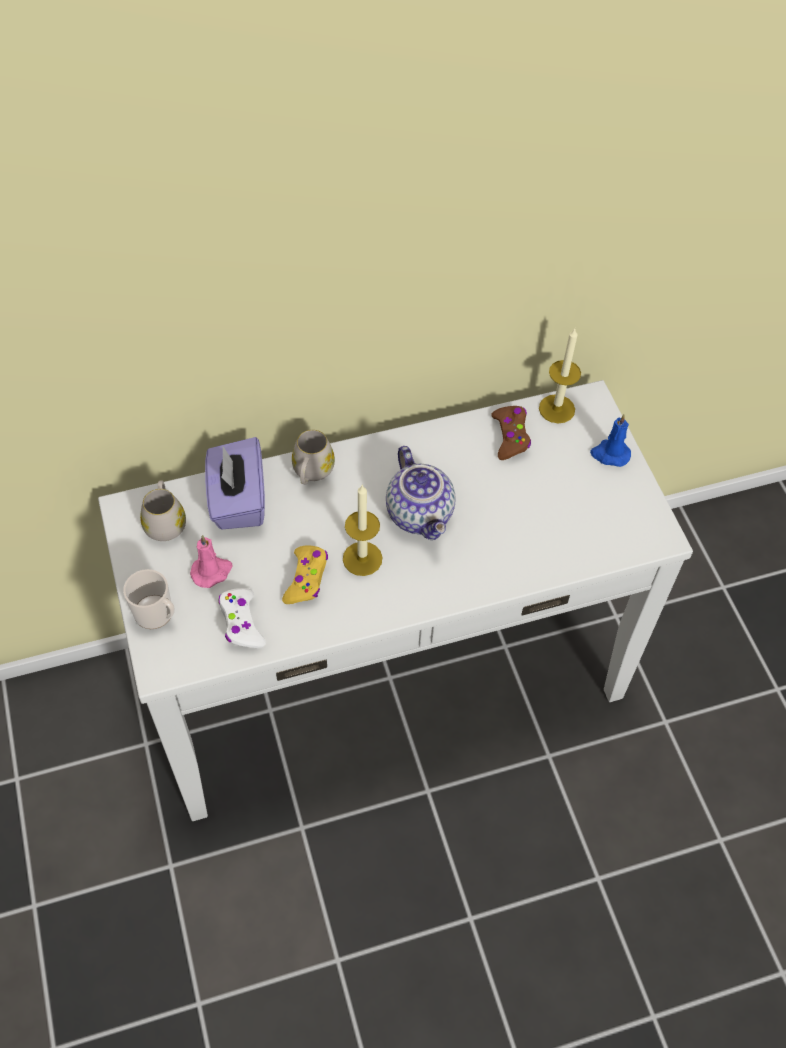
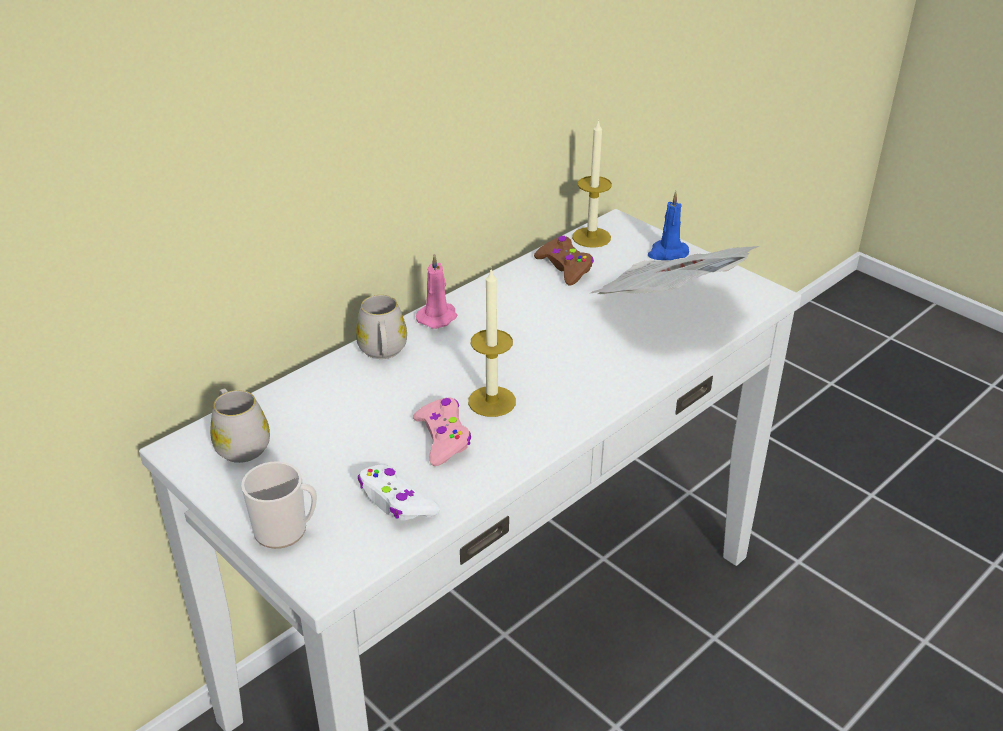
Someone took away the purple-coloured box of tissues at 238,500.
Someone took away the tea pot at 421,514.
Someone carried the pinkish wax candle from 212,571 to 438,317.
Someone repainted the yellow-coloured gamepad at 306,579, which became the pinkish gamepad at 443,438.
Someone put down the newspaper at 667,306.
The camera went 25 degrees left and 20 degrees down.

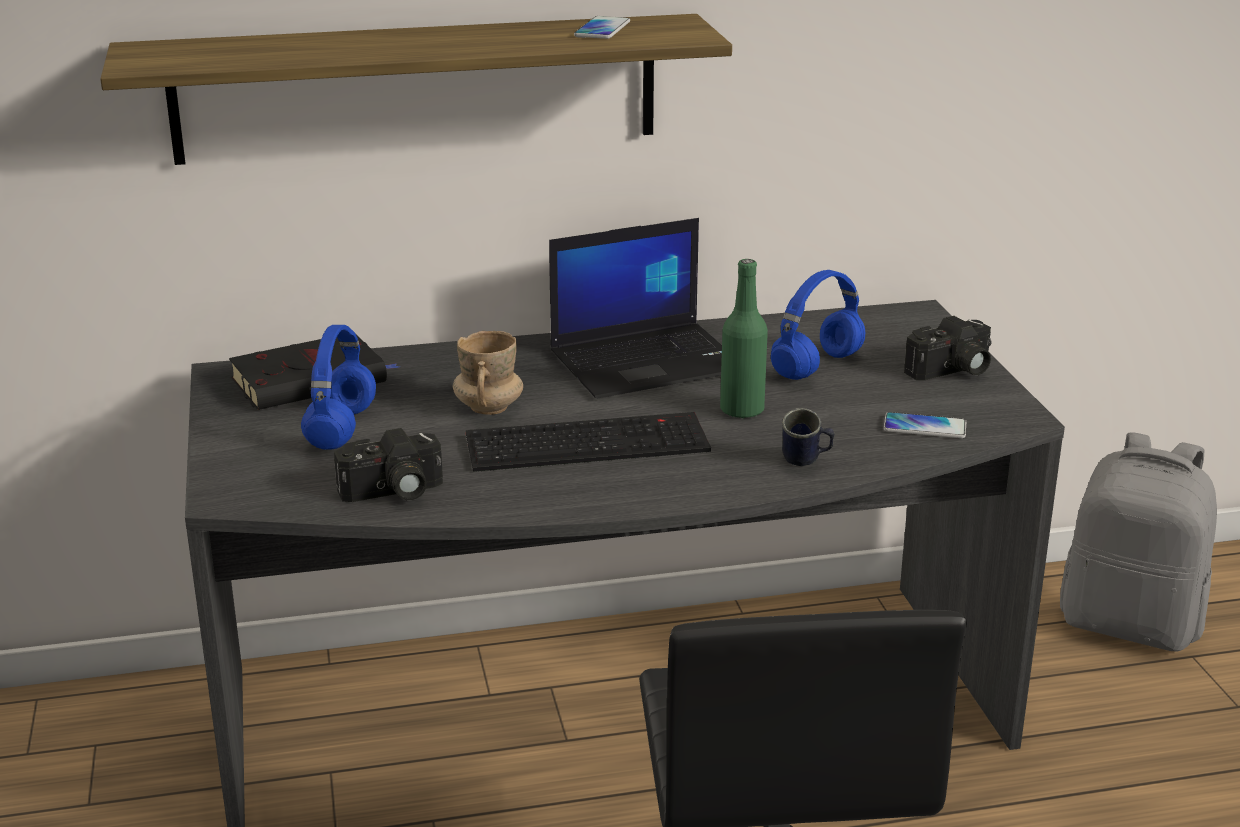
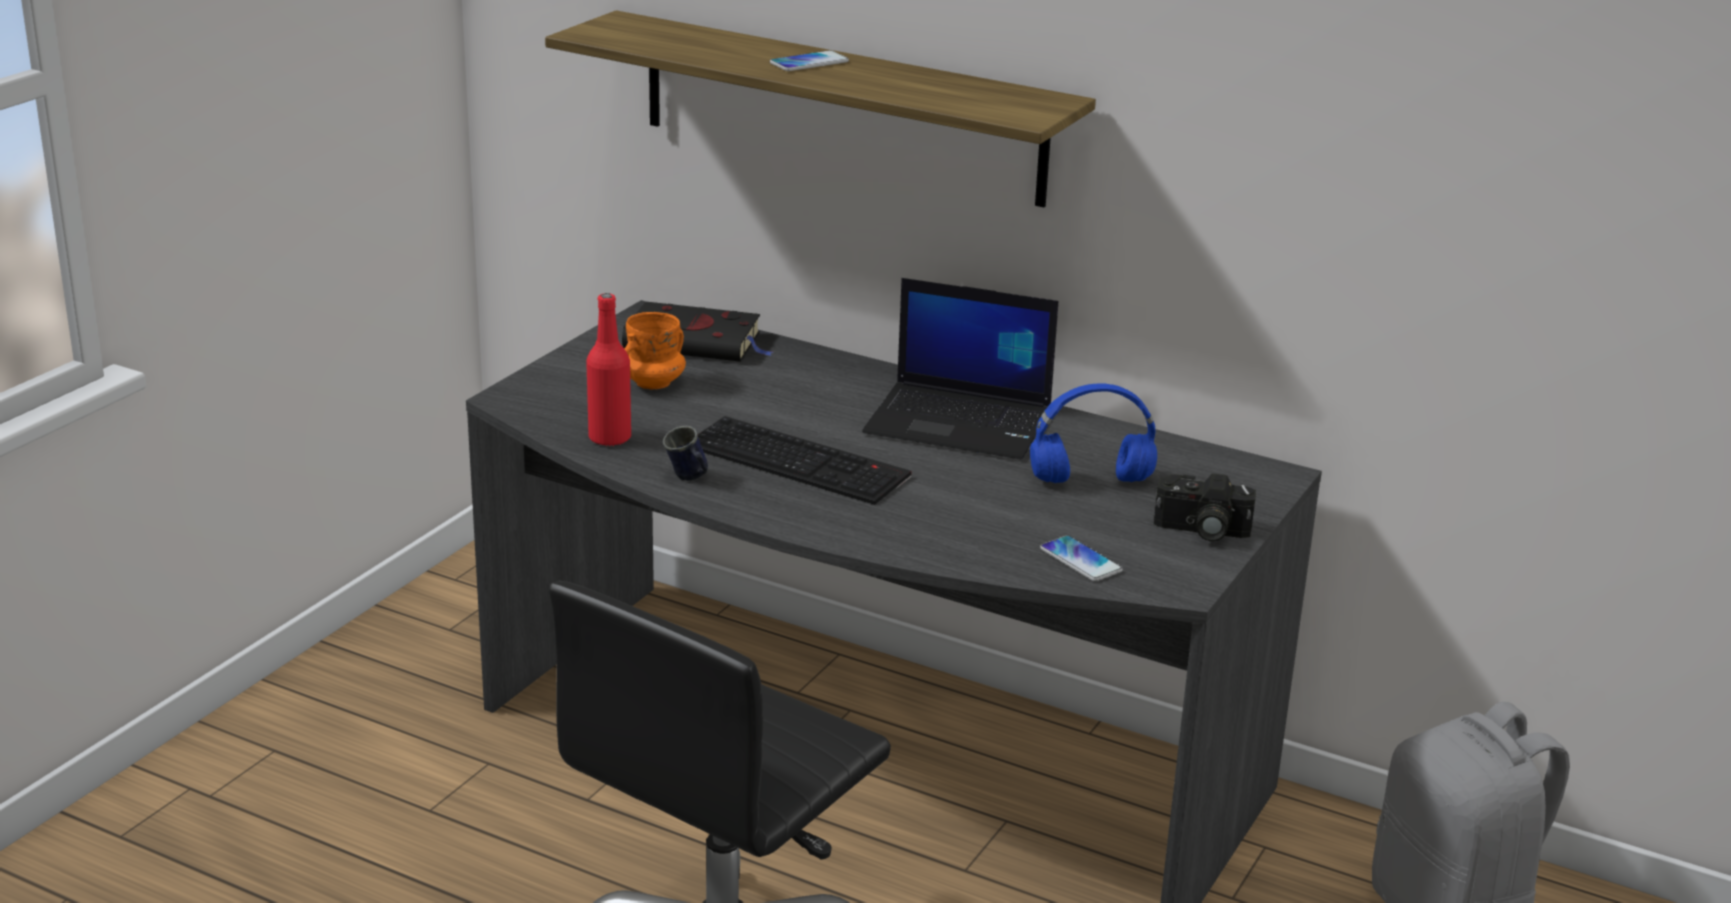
Someone carried the phone from 602,29 to 809,63.
Someone took away the greenish bottle at 742,410.
Someone swapped the bluish headphones at 342,430 for the orange coffee mug at 653,384.
Someone took away the sand-coloured coffee mug at 488,407.
Someone carried the bluish coffee mug from 806,462 to 689,479.
Someone swapped the photo camera at 392,492 for the red bottle at 610,438.
The camera went 40 degrees right and 0 degrees up.

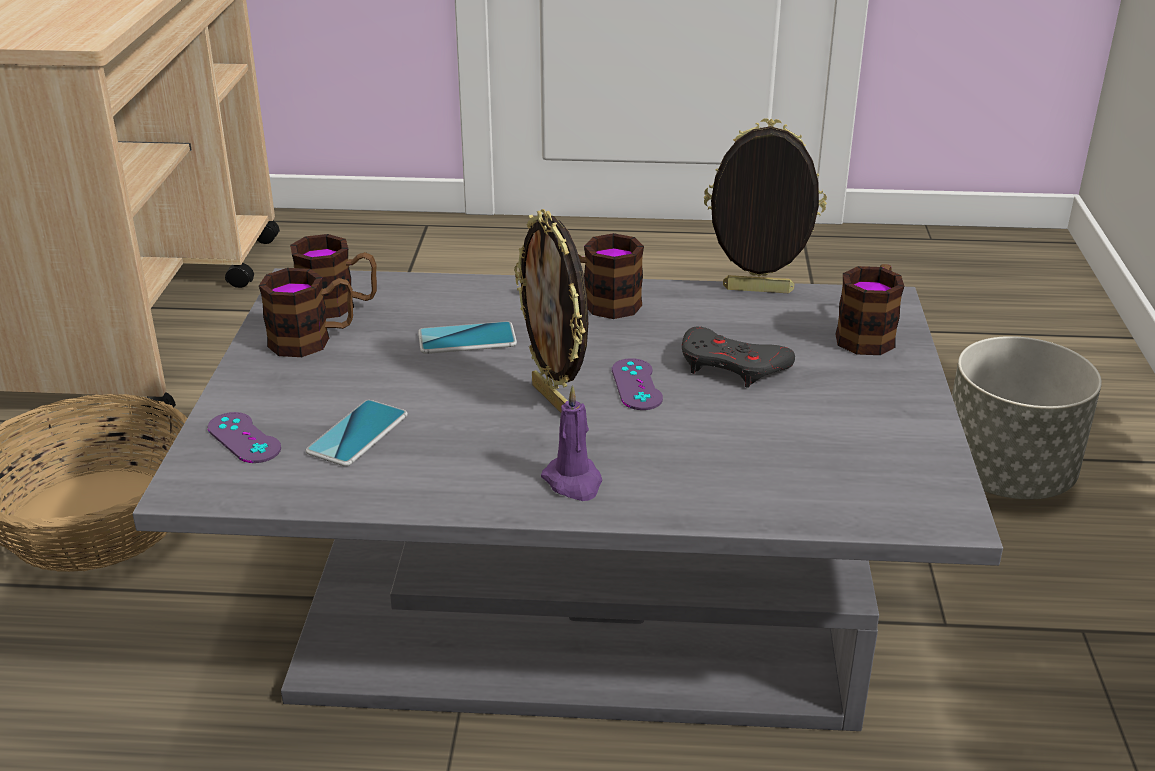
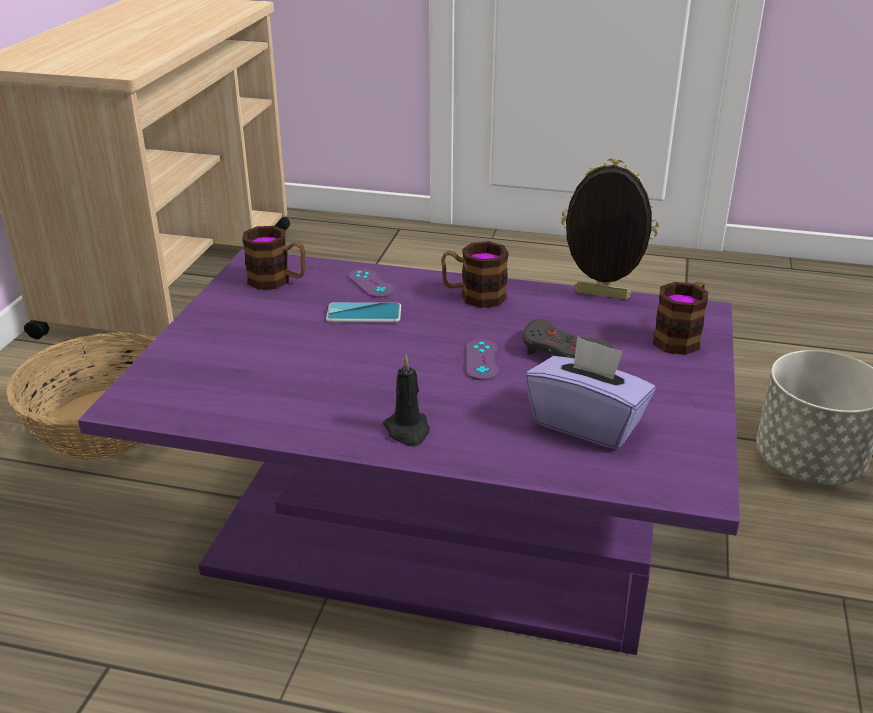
Someone took away the photo frame at 554,399.
Someone repainted the greyish lounge table at 577,610, which became the purple-coloured lounge table at 436,530.
Someone took away the coffee mug at 312,340.
Someone repainted the purple-coloured wax candle at 574,482, which became the black wax candle at 408,431.
Someone took away the phone at 357,434.
Someone carried the purple-coloured gamepad from 244,438 to 371,283.
Someone put down the purple-coloured box of tissues at 587,423.
The camera went 10 degrees right and 0 degrees up.

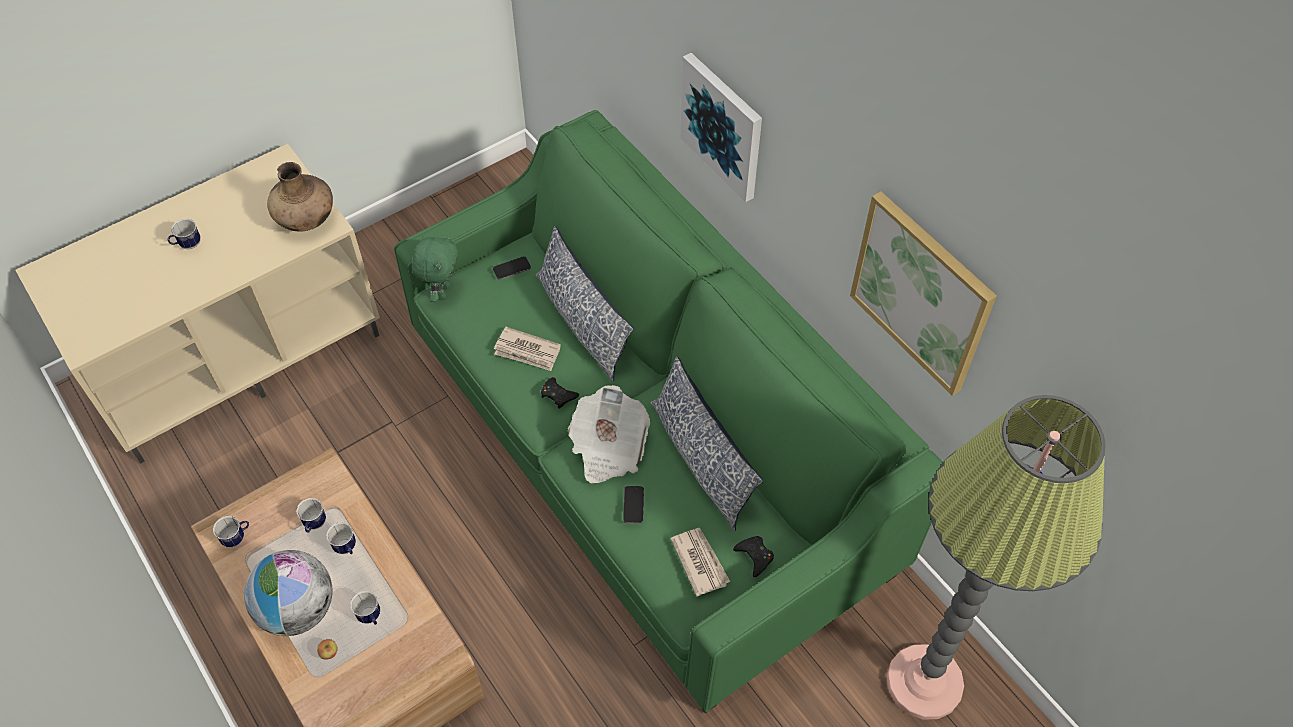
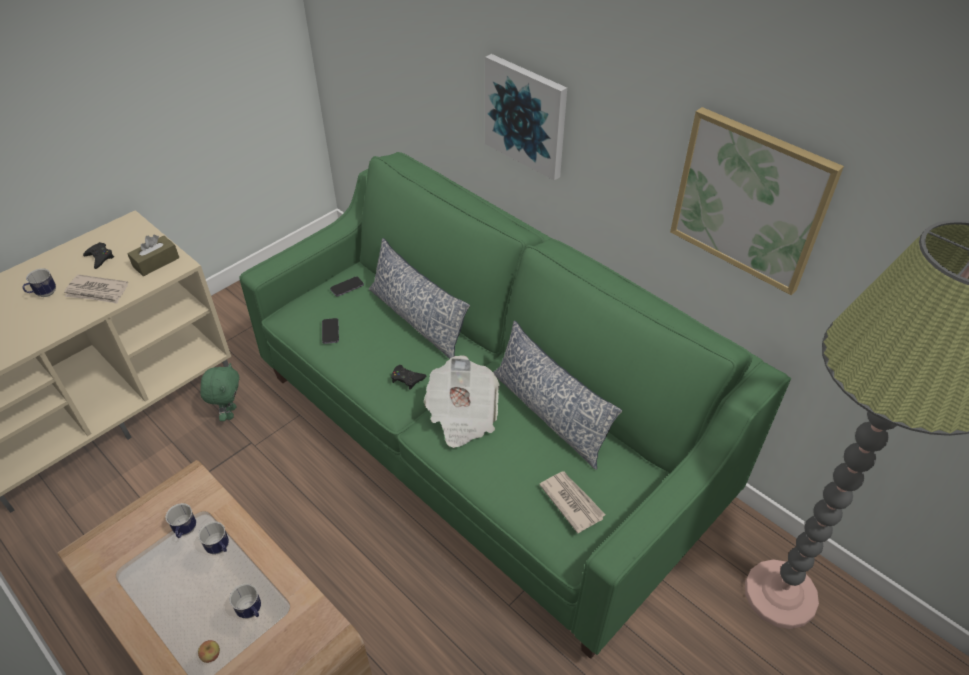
Someone swapped the brown-coloured vase at 306,219 for the brown-coloured box of tissues at 156,262.
Someone carried the greenish soft toy from 441,291 to 230,412.
Someone carried the newspaper from 527,351 to 97,291.
Someone carried the phone from 633,505 to 330,332.
Someone took away the coffee mug at 237,538.
Someone carried the black gamepad from 754,556 to 100,258.
Someone took away the world globe at 298,609.
The camera went 10 degrees left and 10 degrees down.

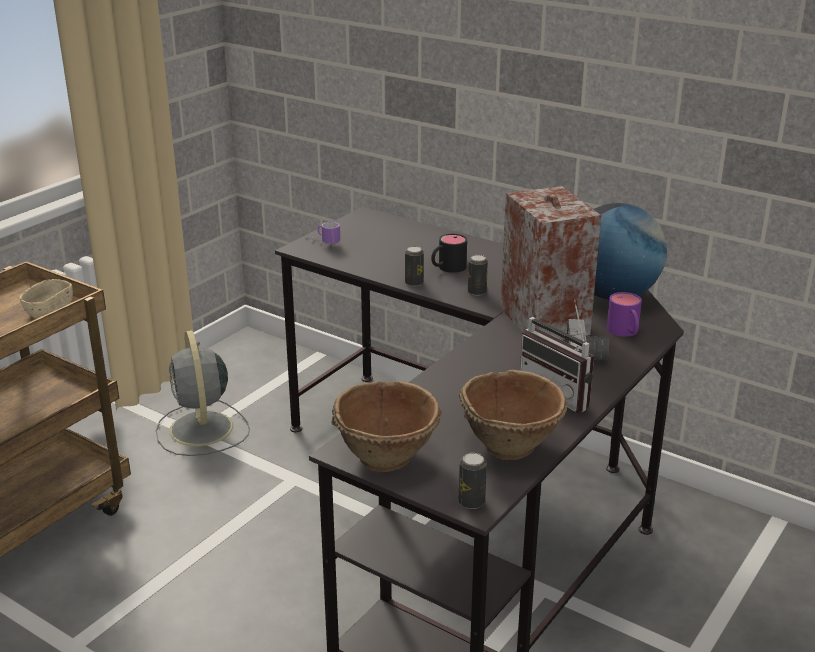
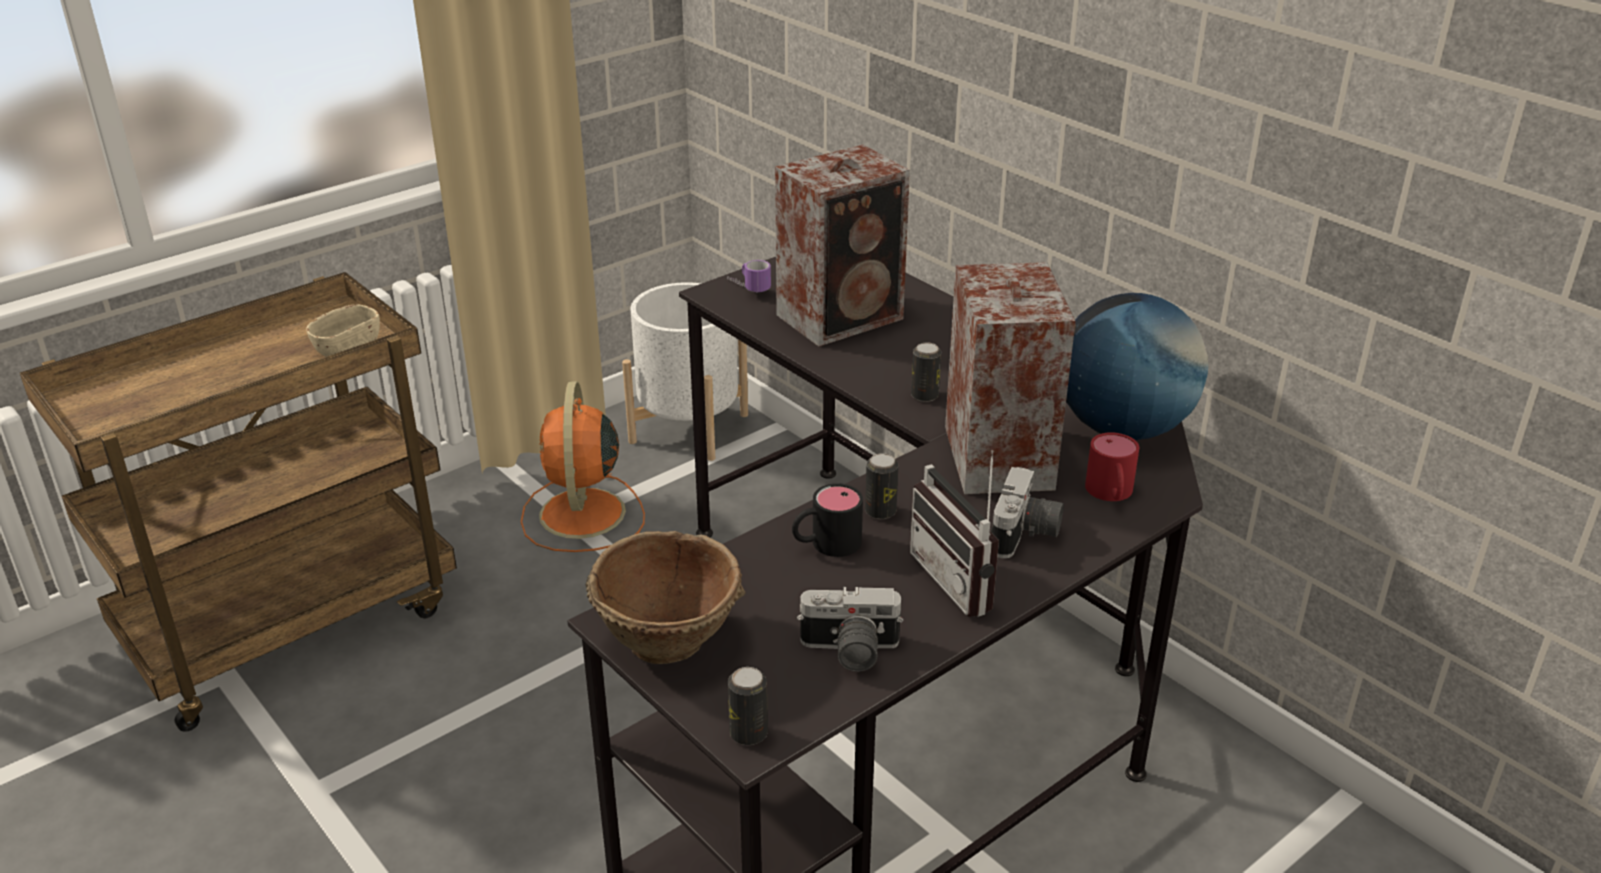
Someone carried the black coffee mug from 447,268 to 826,544.
Someone carried the can from 414,283 to 880,511.
Someone repainted the purple-coloured coffee mug at 625,332, which became the red coffee mug at 1110,494.
Someone repainted the greyish fan at 202,430, which became the orange fan at 582,516.
Someone swapped the brown-coloured serving bowl at 510,445 for the photo camera at 849,652.
Someone put down the loudspeaker at 843,316.
Someone put down the white planter at 689,428.
The camera went 15 degrees right and 5 degrees up.

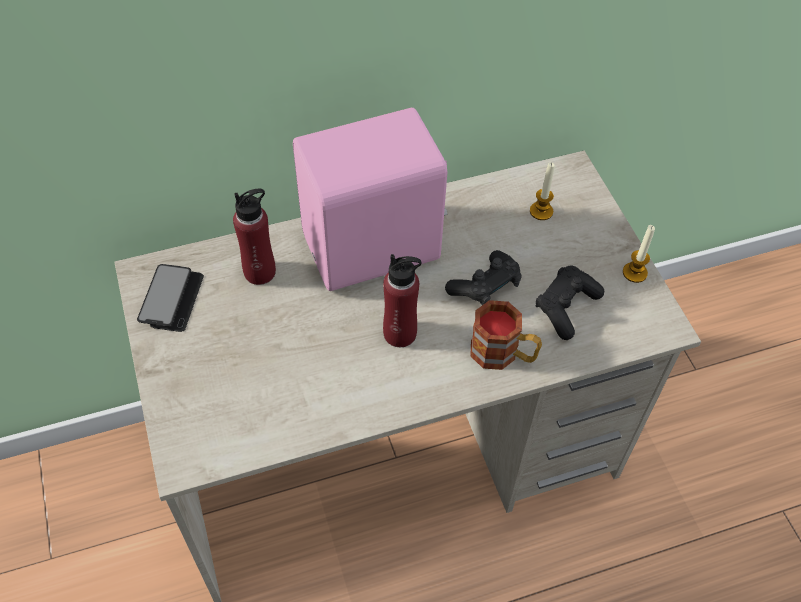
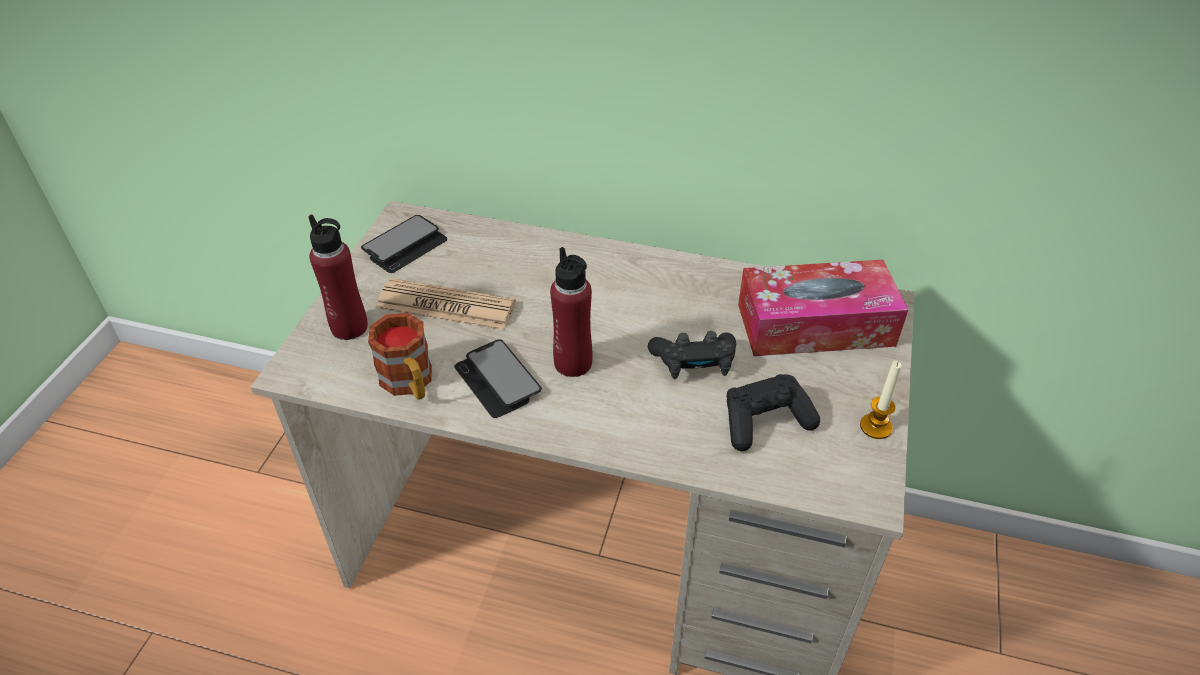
Someone took away the pinkish loudspeaker at 374,250.
Someone swapped the wax candle at 541,211 for the box of tissues at 815,325.
Someone carried the red bottle from 260,272 to 349,327.
Someone carried the coffee mug from 503,354 to 410,383.
Someone put down the newspaper at 446,306.
Someone put down the phone at 497,380.
The camera went 35 degrees right and 10 degrees down.

